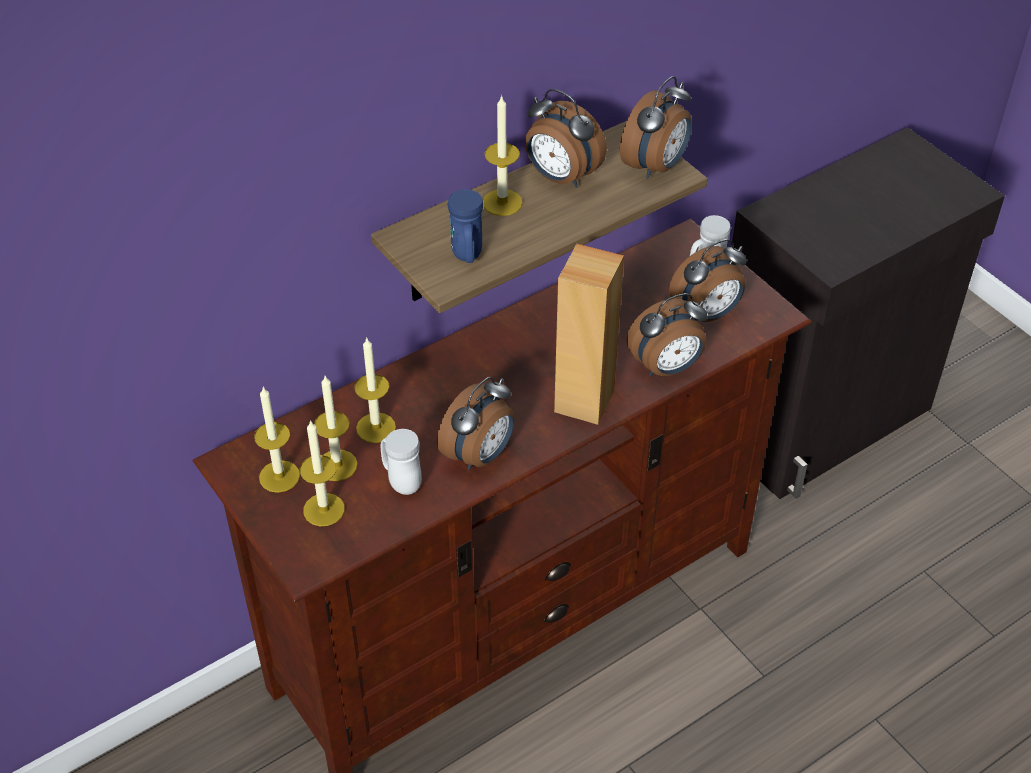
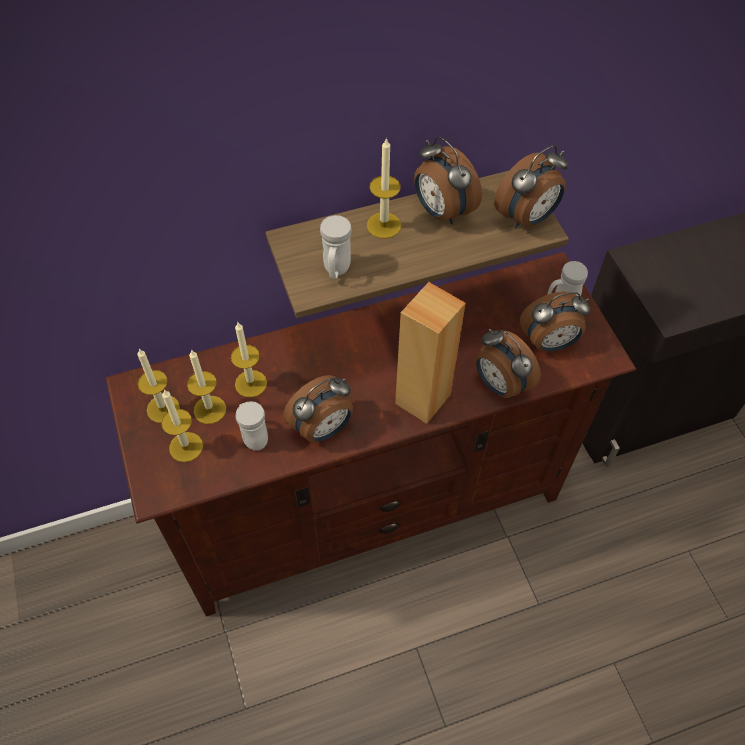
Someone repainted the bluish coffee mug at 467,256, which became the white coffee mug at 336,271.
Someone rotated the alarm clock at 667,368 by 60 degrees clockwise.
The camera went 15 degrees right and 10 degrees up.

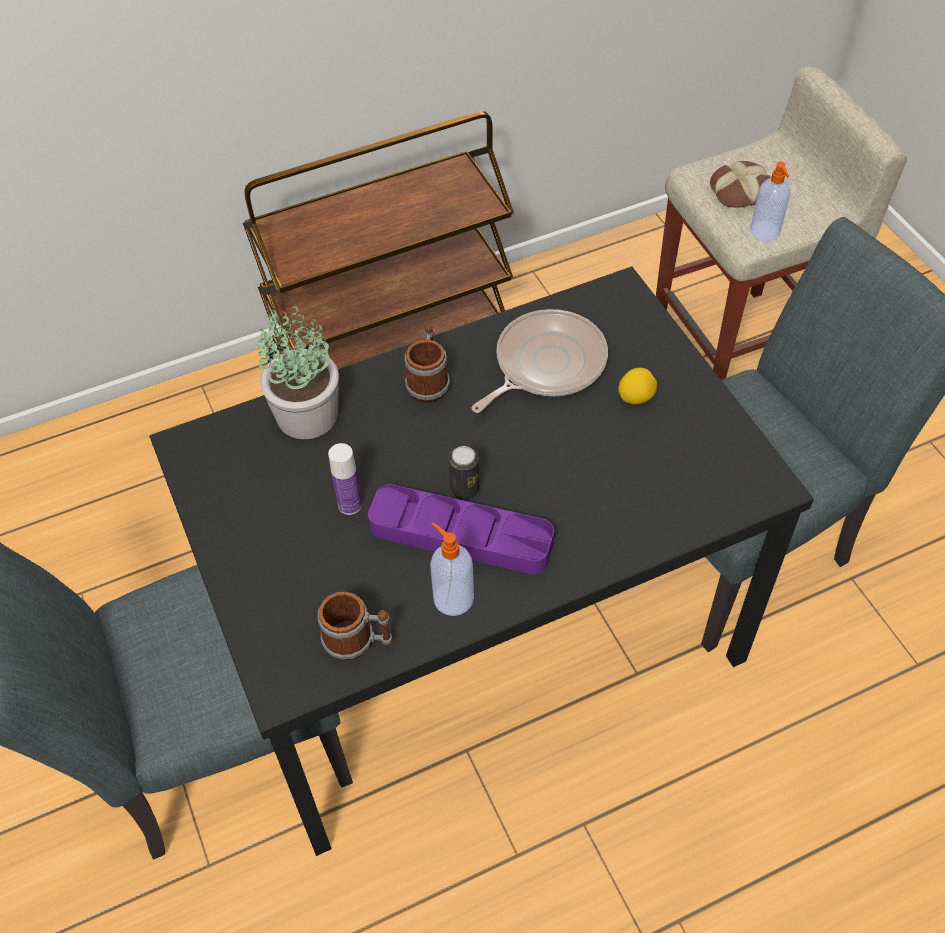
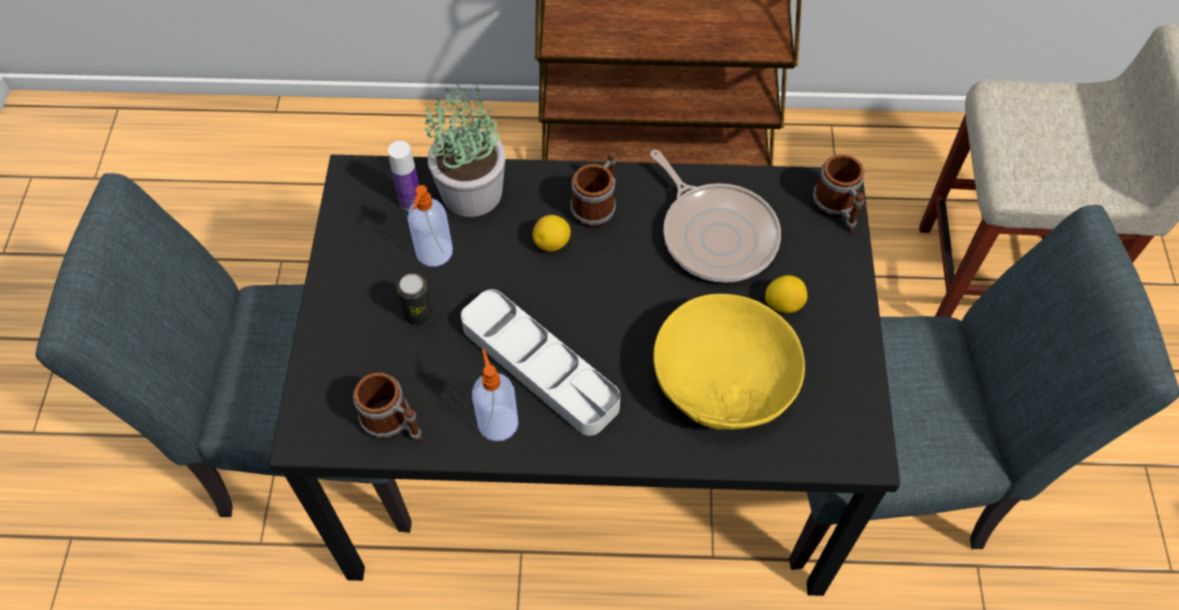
Someone took away the bread at 740,191.
Someone carried the soap bottle from 765,232 to 434,253.
Someone rotated the frying pan at 545,364 by 75 degrees clockwise.
Someone carried the bottle from 350,505 to 411,201.
Someone carried the can from 465,489 to 419,314.
Someone repainted the purple-coloured serving tray at 461,535, which became the greyish serving tray at 539,366.
Someone put down the coffee mug at 837,209.
Someone put down the whole lemon at 552,243.
Someone put down the yellow-coloured serving bowl at 724,380.
The camera went 25 degrees right and 5 degrees up.

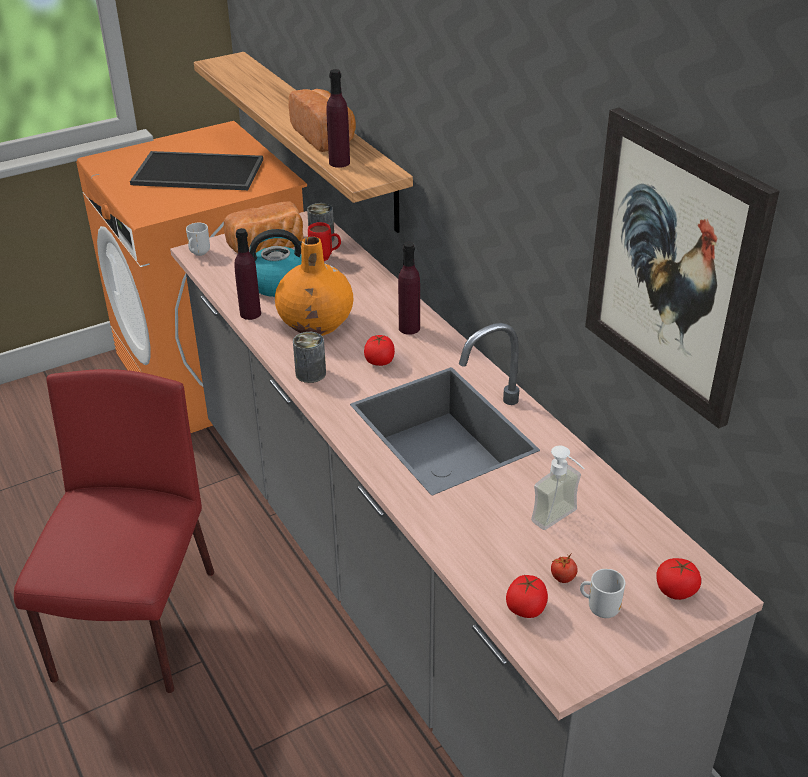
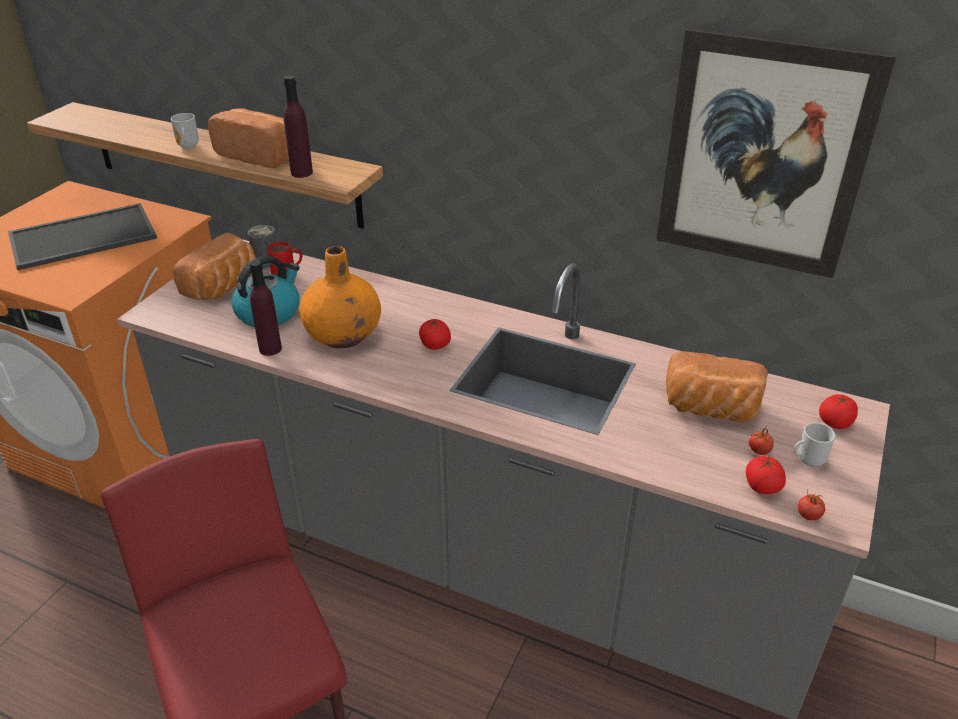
Someone carried the coffee mug from 198,253 to 187,147.
Someone took away the purple-coloured bottle at 409,328.
Someone took away the can at 310,373.
Someone swapped the soap bottle at 561,521 for the bread at 710,409.
Someone put down the whole tomato at 808,516.
The camera went 35 degrees left and 0 degrees up.

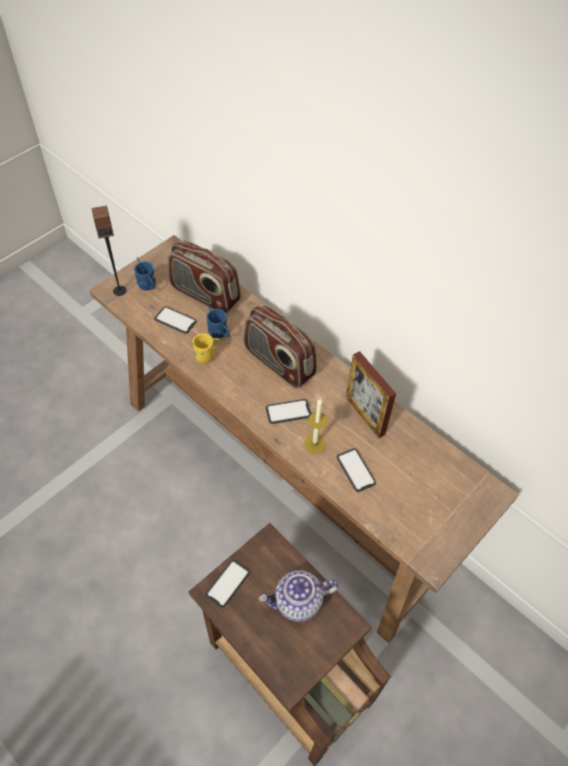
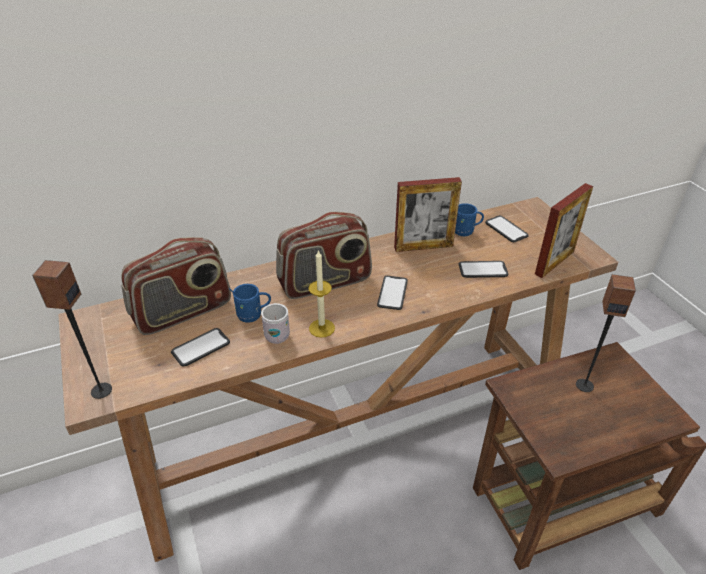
Someone carried the bluish coffee mug from 148,287 to 466,231.
Someone repainted the yellow-coloured coffee mug at 207,356, which became the white coffee mug at 277,334.
Someone carried the wax candle from 315,444 to 321,328.
Someone carried the phone from 228,583 to 506,229.
Someone swapped the tea pot at 297,602 for the loudspeaker at 584,385.
Someone put down the photo frame at 554,262.
The camera went 65 degrees left and 15 degrees down.

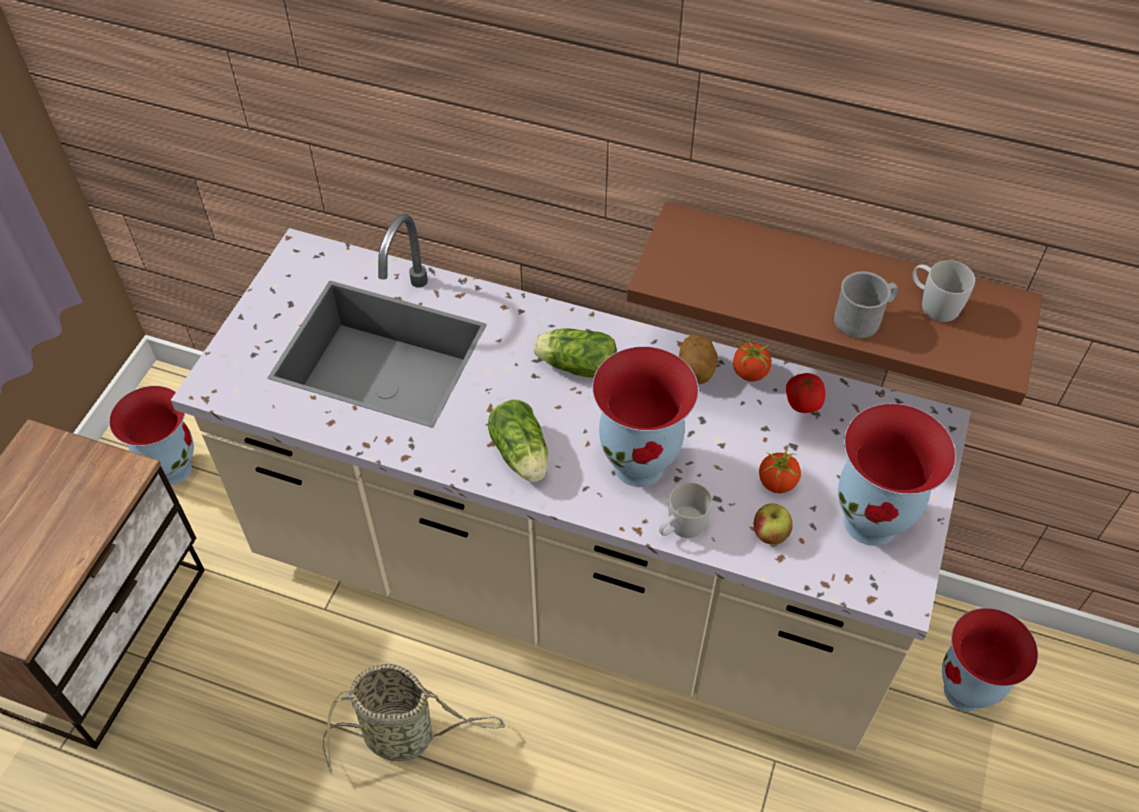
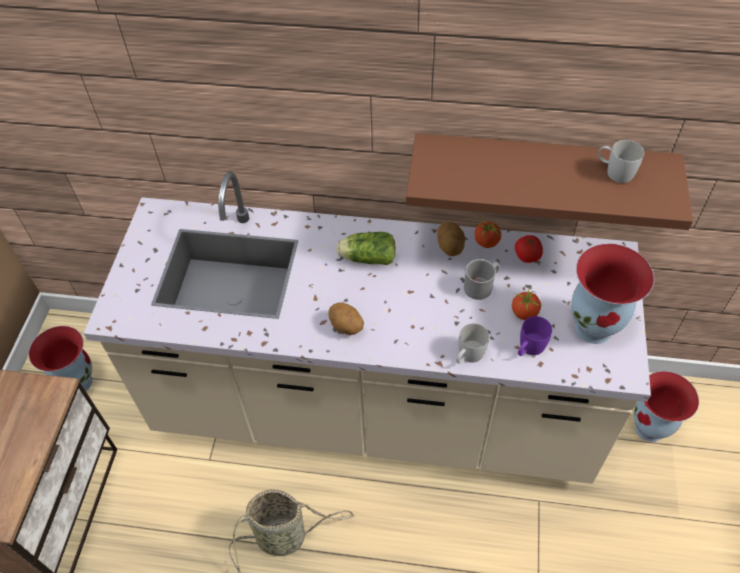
Someone carried the greyish coffee mug from 863,318 to 481,285.
Someone took away the vase at 640,464.
Someone swapped the head of lettuce at 522,456 for the whole potato at 346,327.
Someone swapped the whole apple at 769,534 for the purple-coloured coffee mug at 529,349.
The camera went 10 degrees left and 0 degrees up.

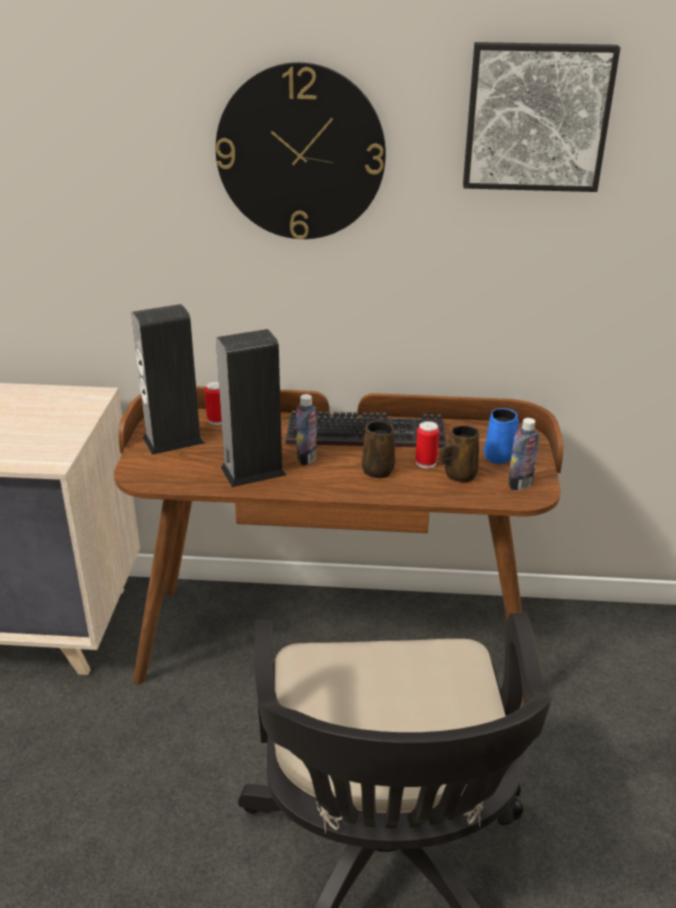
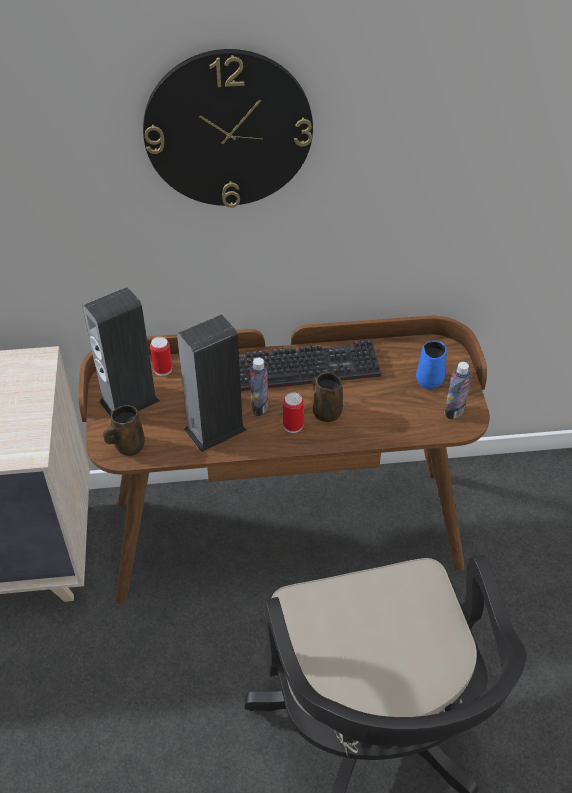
Someone took away the wall picture at 536,117.
Someone carried the can from 426,462 to 293,426.
Someone carried the brown-coloured coffee mug from 458,475 to 128,446.
The camera went 10 degrees left and 15 degrees up.

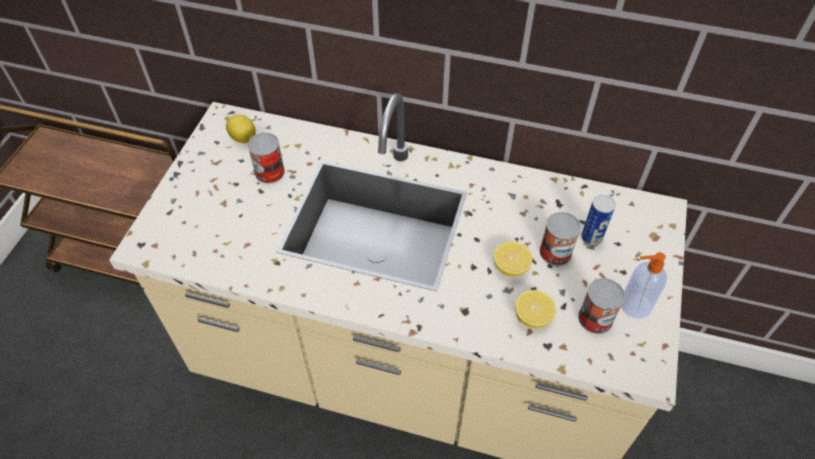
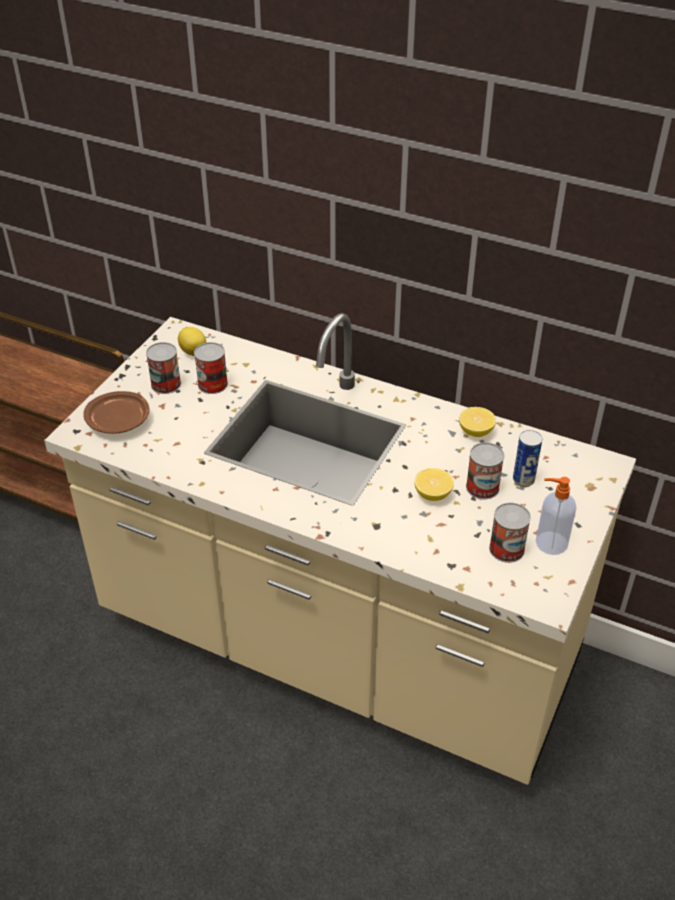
Someone carried the whole lemon from 532,317 to 475,431.
Someone put down the can at 166,384.
Someone put down the brown-coloured dinner plate at 119,421.
The camera went 10 degrees right and 10 degrees down.

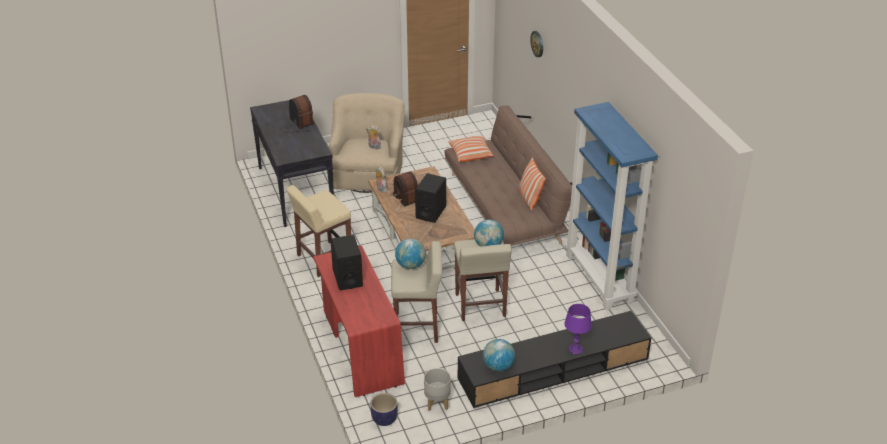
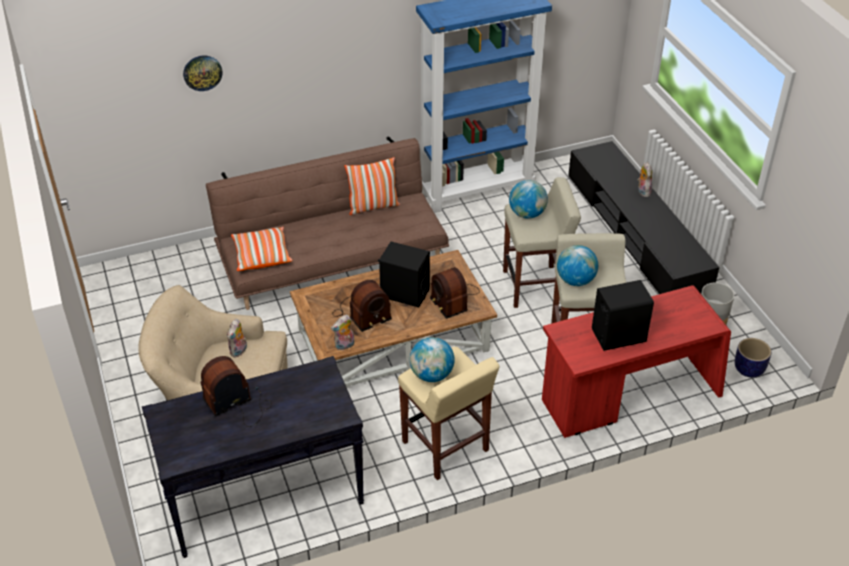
Someone swapped the purple-coloured tabletop lamp at 575,350 for the soft toy at 642,191.
Someone carried the world globe from 498,366 to 432,375.
Someone put down the radio at 453,298.
The camera went 90 degrees left and 5 degrees up.

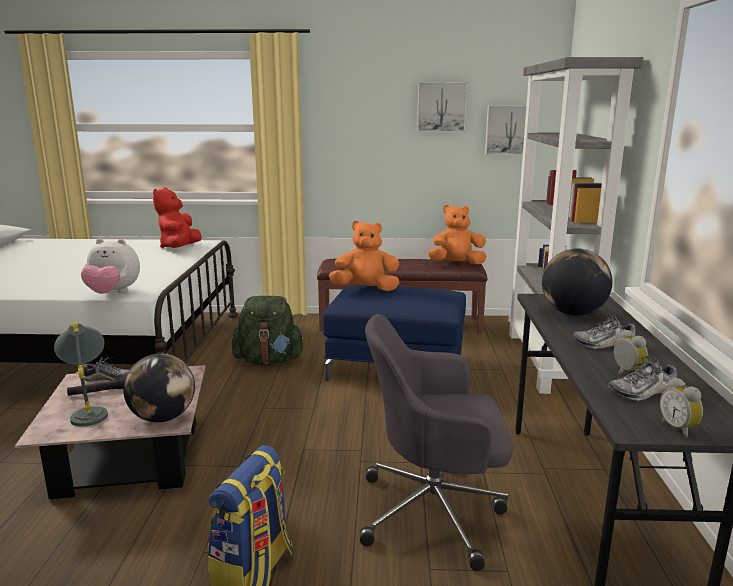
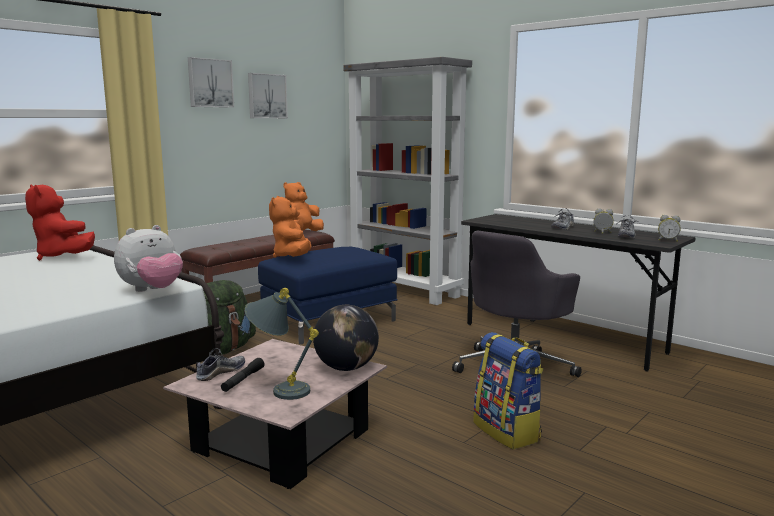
Someone carried the wall picture from 510,130 to 210,83.
Someone rotated the orange soft toy at 366,289 by 45 degrees counterclockwise.
Someone took away the world globe at 573,314.
The camera went 50 degrees left and 5 degrees down.

